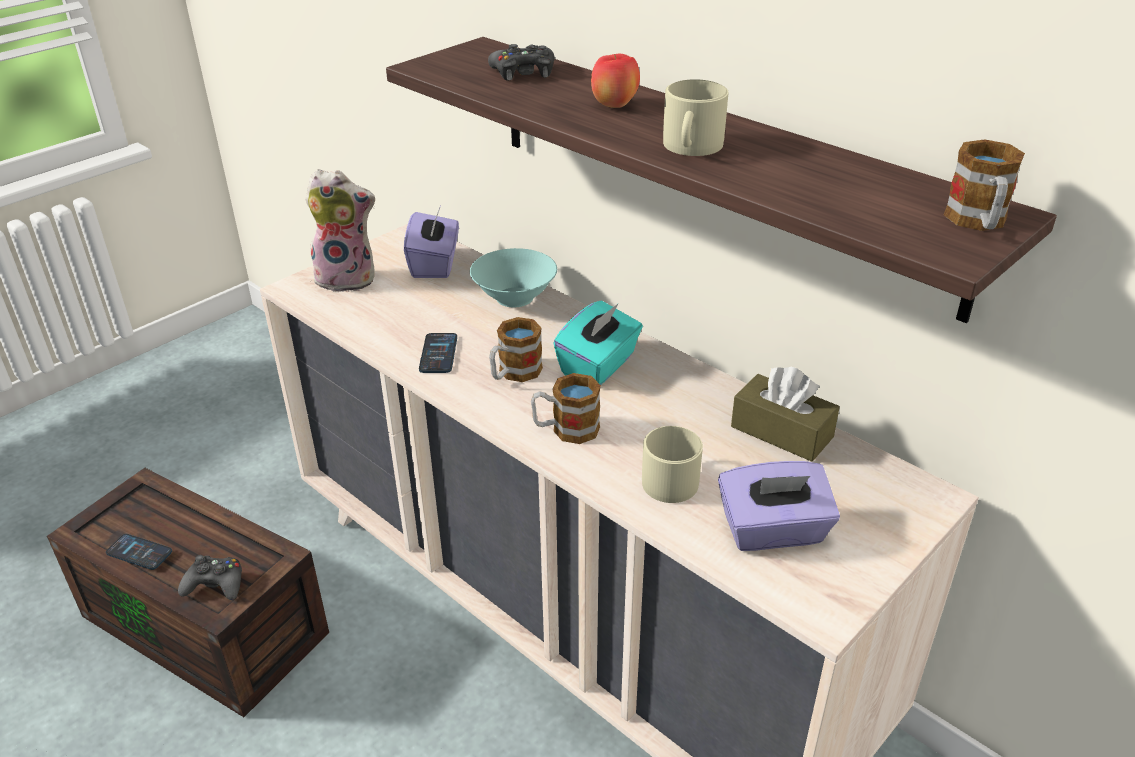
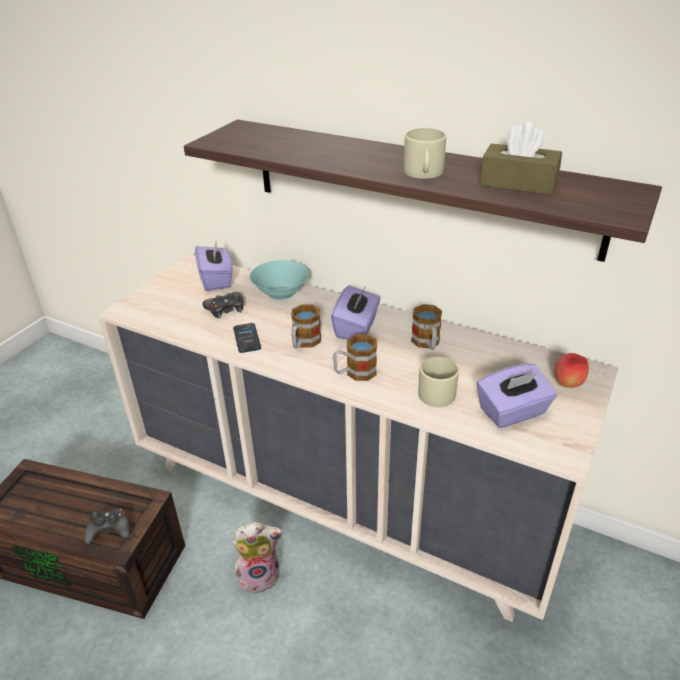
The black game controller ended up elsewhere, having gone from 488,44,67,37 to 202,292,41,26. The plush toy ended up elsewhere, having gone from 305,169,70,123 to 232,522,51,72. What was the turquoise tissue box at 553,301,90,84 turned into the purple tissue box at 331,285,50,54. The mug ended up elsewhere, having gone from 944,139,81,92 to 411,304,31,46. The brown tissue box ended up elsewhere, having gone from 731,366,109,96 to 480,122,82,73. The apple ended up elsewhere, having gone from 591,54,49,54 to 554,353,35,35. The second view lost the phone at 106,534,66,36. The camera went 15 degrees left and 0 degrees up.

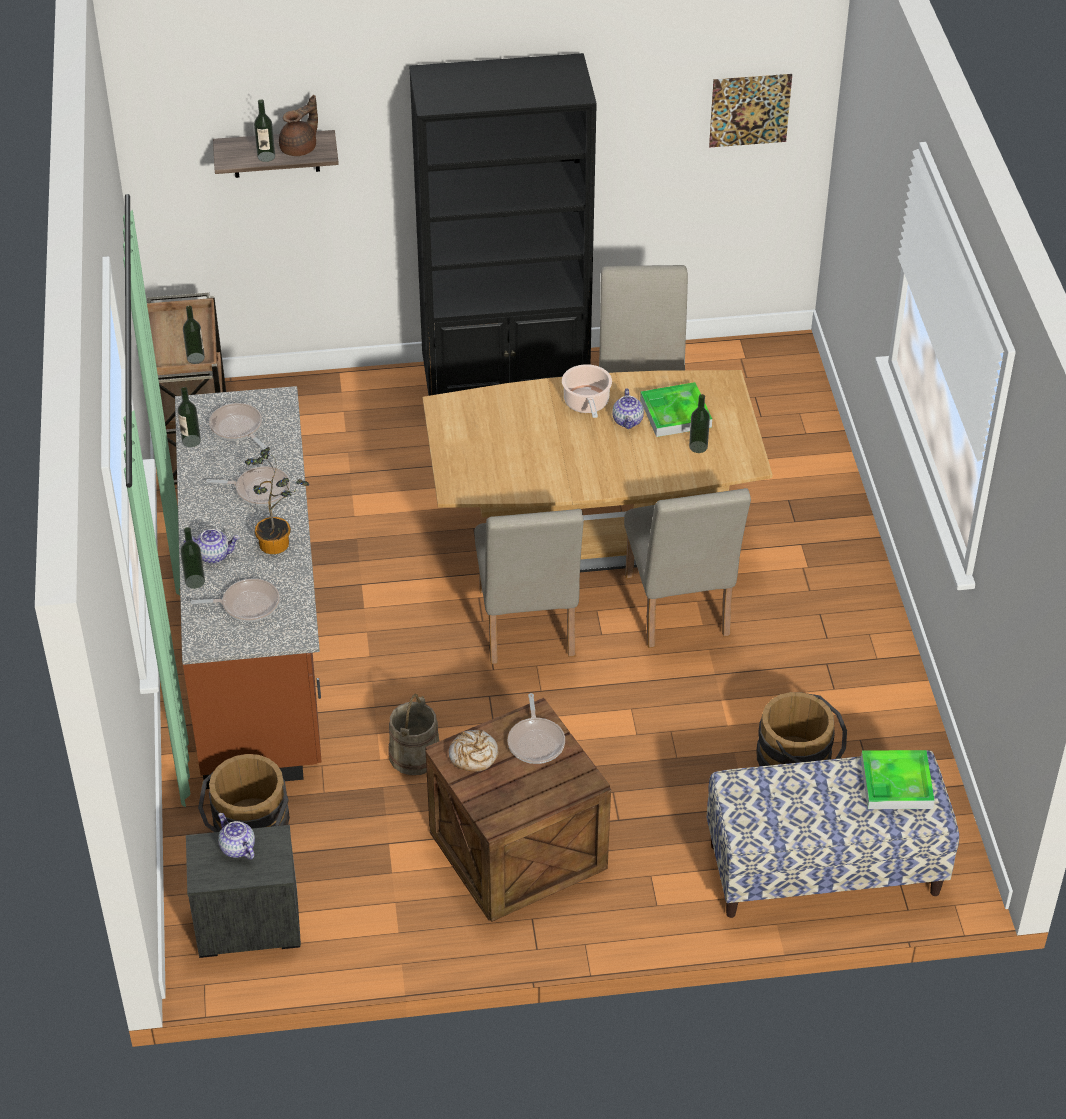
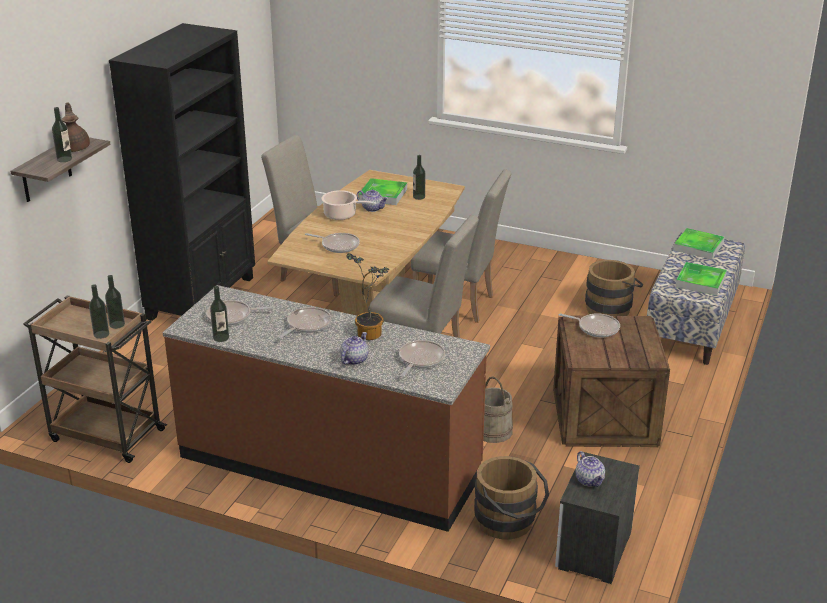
The bottle ended up elsewhere, having gone from 180,527,25,62 to 89,284,20,55. The second view gained the frying pan at 305,233,55,20. The teapot at 218,813,37,47 ended up facing another way, 105 degrees counterclockwise from before. The second view gained the tray at 675,262,52,34. The second view lost the bread at 449,730,49,42. The second view lost the picture at 709,74,83,74. The camera went 60 degrees left and 15 degrees down.

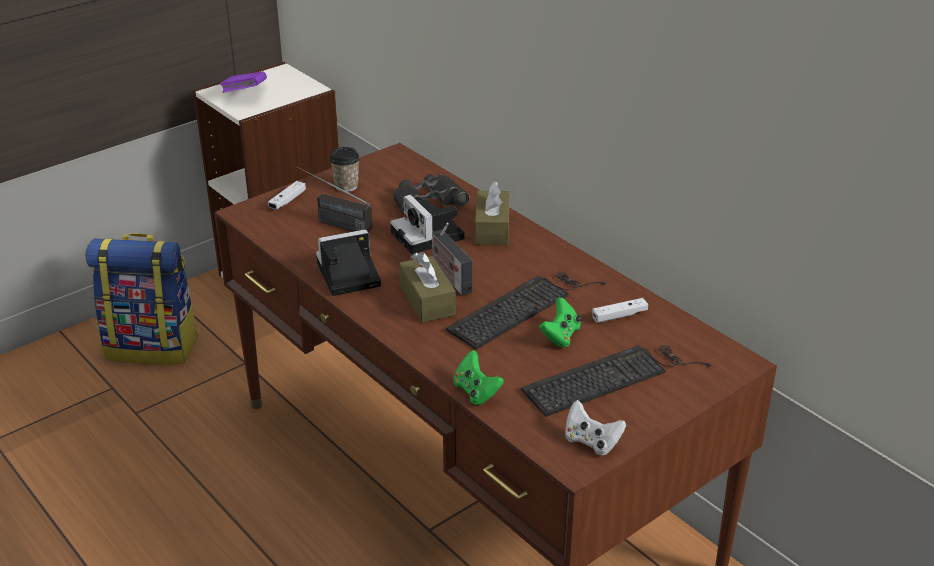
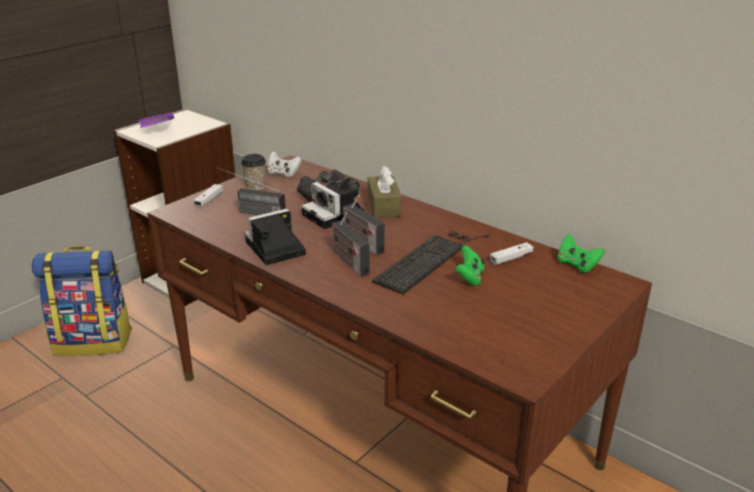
The white game controller ended up elsewhere, having gone from 565,400,61,56 to 268,151,34,27. Where the brown tissue box stood at 399,252,57,70, the radio came to stand at 332,213,38,64. The green game controller ended up elsewhere, having gone from 453,350,51,55 to 558,234,47,39. The second view lost the keyboard at 521,345,191,72. The camera went 10 degrees left and 5 degrees down.

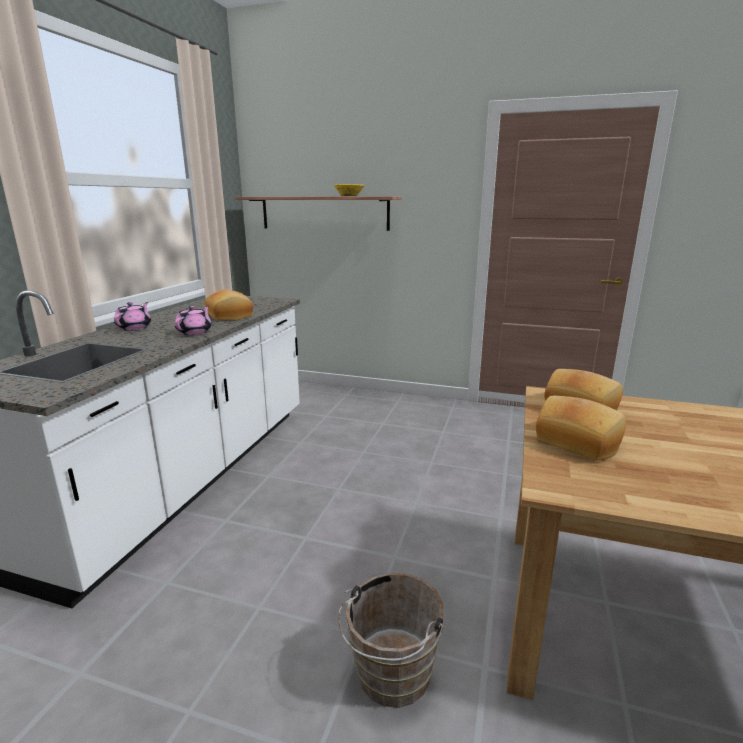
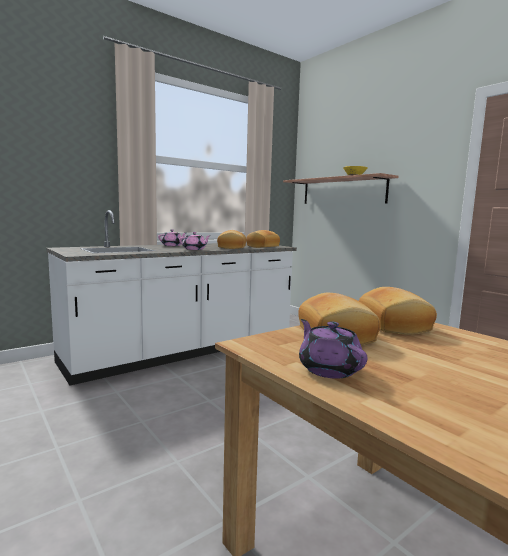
The second view gained the bread at 246,230,34,18. The second view gained the purple teapot at 299,319,68,60. The second view lost the brown bucket at 338,573,106,135. The camera went 35 degrees right and 10 degrees down.

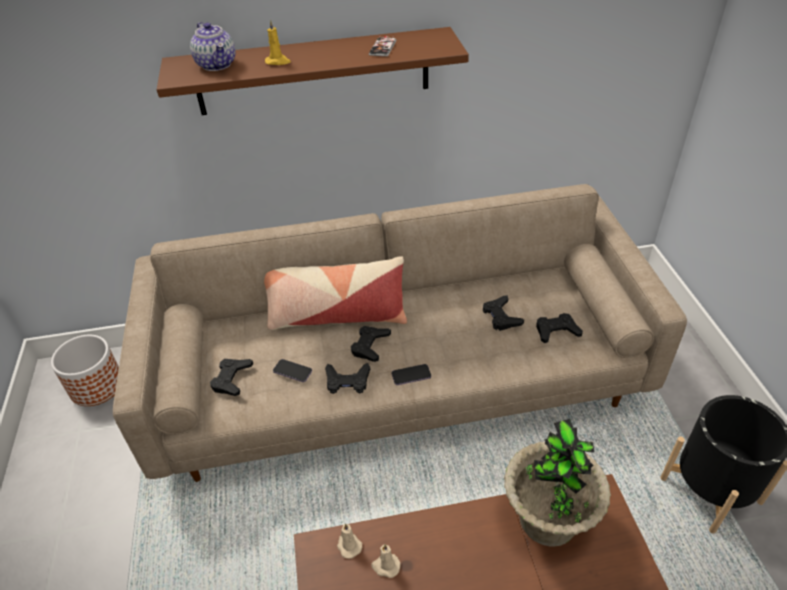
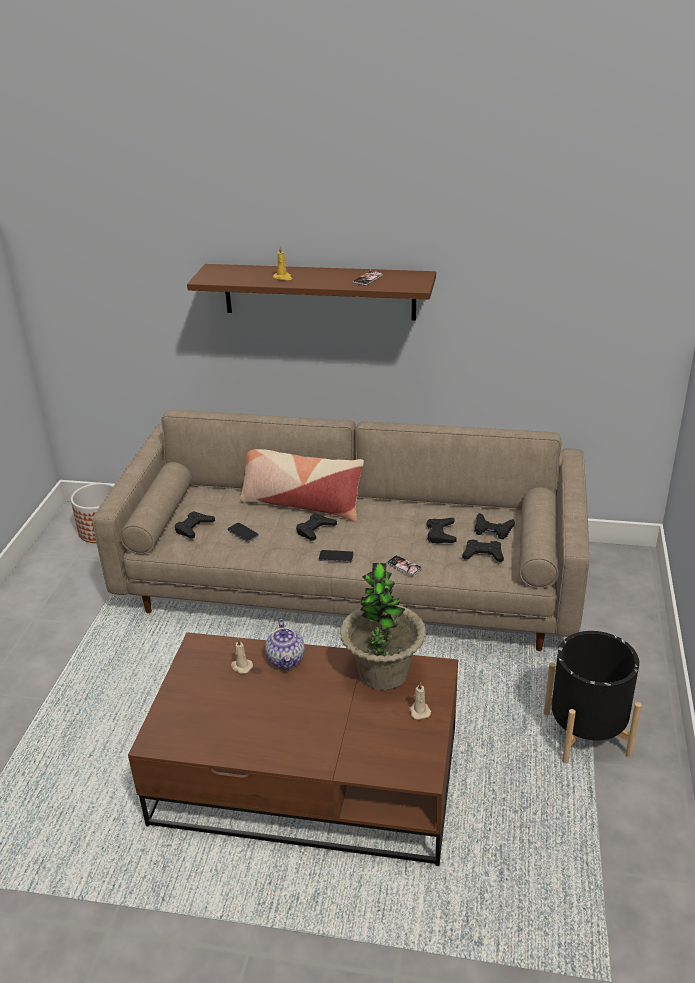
The teapot ended up elsewhere, having gone from 190,22,46,49 to 265,619,40,51. The second view gained the phone at 386,555,36,21. The beige candle ended up elsewhere, having gone from 337,523,25,36 to 409,682,22,38. The black game controller ended up elsewhere, having gone from 325,363,45,31 to 475,513,40,26. The camera went 20 degrees right and 10 degrees down.

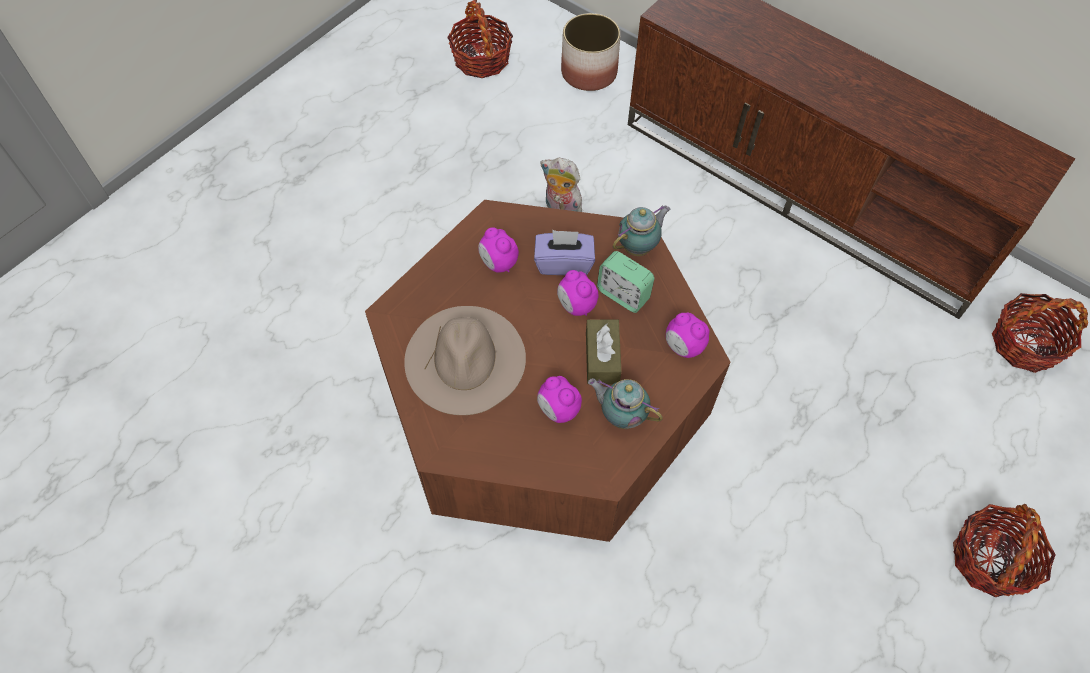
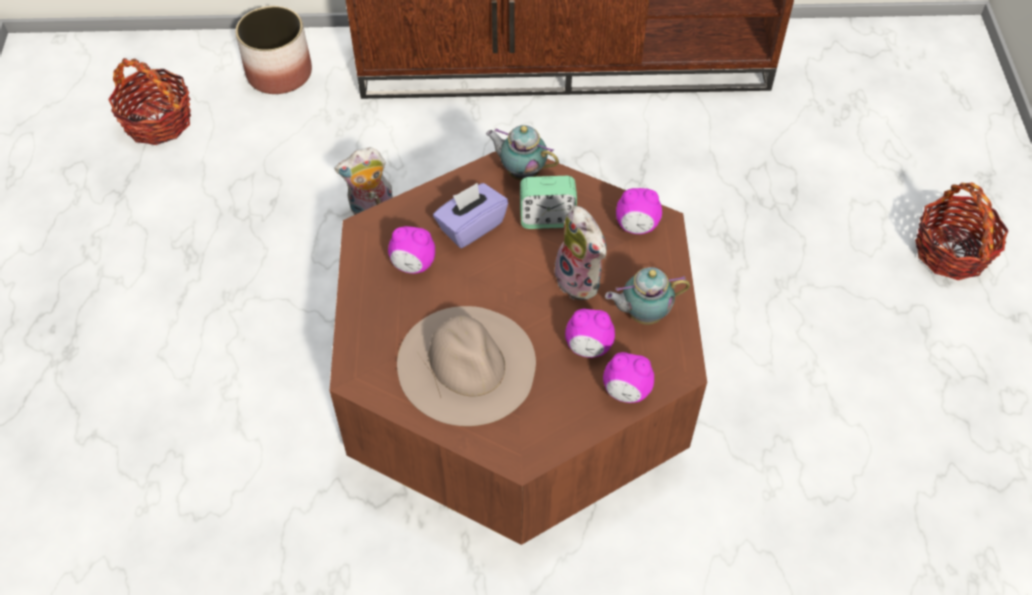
The teapot at 613,205,57,51 ended up facing another way, 75 degrees counterclockwise from before. Where the brown tissue box stood at 586,319,35,65, the plush toy came to stand at 552,206,55,94. The alarm clock ended up elsewhere, having gone from 557,270,41,46 to 603,352,51,51. The second view lost the basket at 992,293,96,80. The camera went 40 degrees left and 5 degrees down.

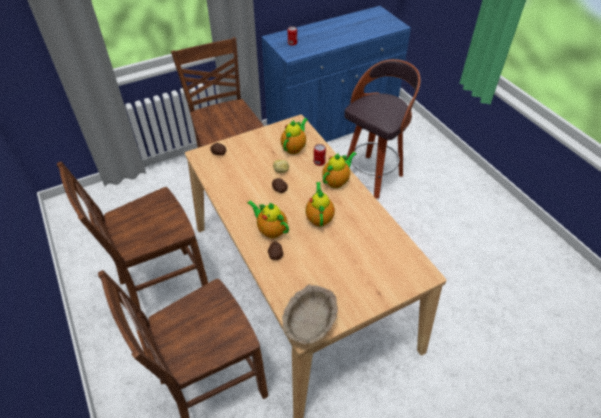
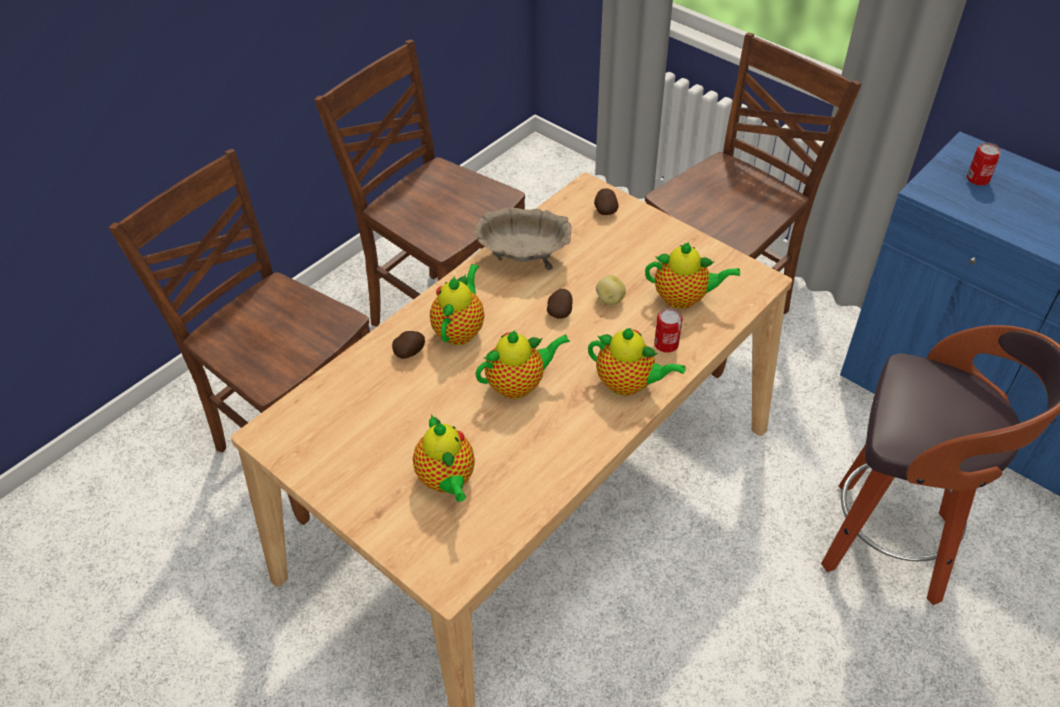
The second view gained the teapot at 413,414,62,88. The beige bowl ended up elsewhere, having gone from 282,285,56,59 to 474,208,98,63. The camera went 70 degrees right and 0 degrees up.

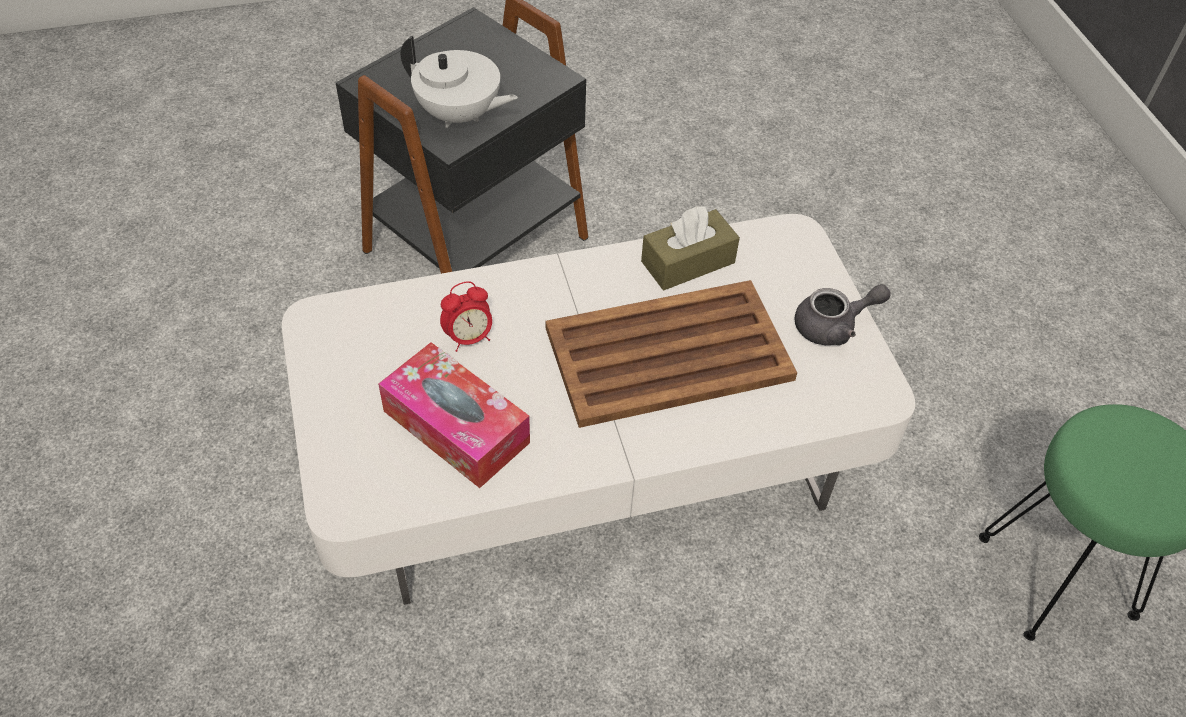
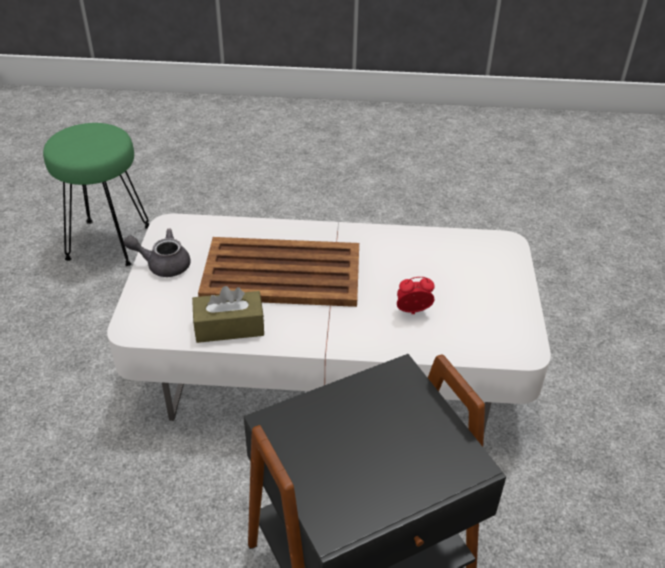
The second view lost the tissue box at 378,342,152,146. The second view lost the white teapot at 401,36,117,92. The camera went 160 degrees left and 10 degrees down.

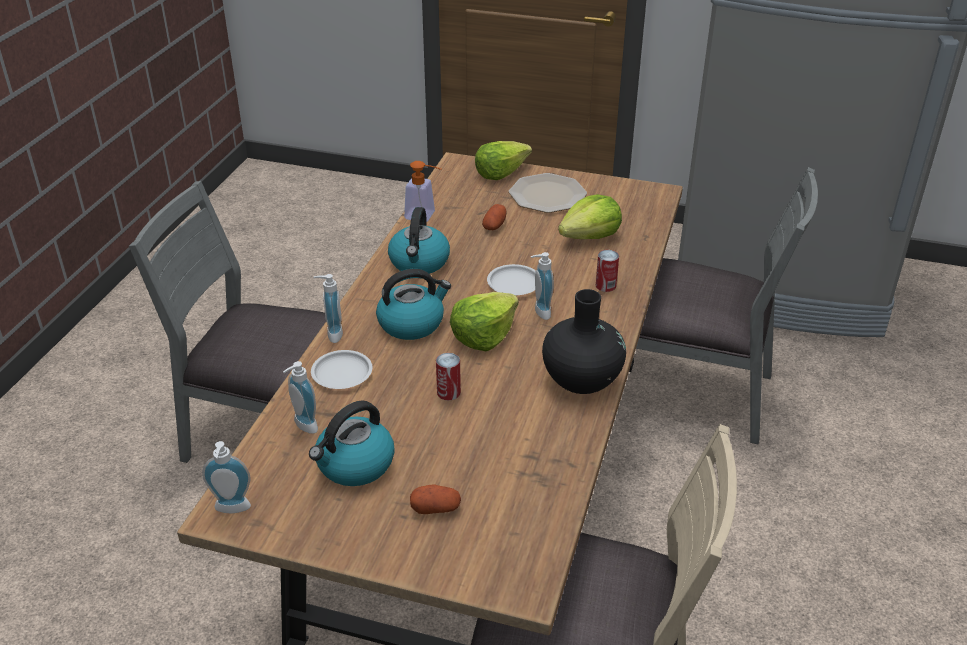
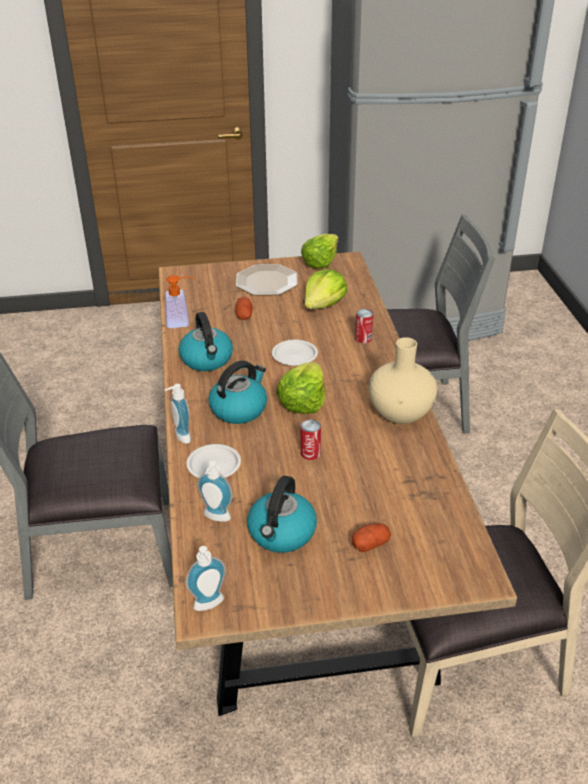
The lettuce ended up elsewhere, having gone from 475,141,57,39 to 301,234,38,35. What was the black vase at 542,289,84,105 turned into the beige vase at 369,337,68,87. The second view lost the soap dispenser at 531,252,23,68. The camera went 25 degrees left and 0 degrees up.

